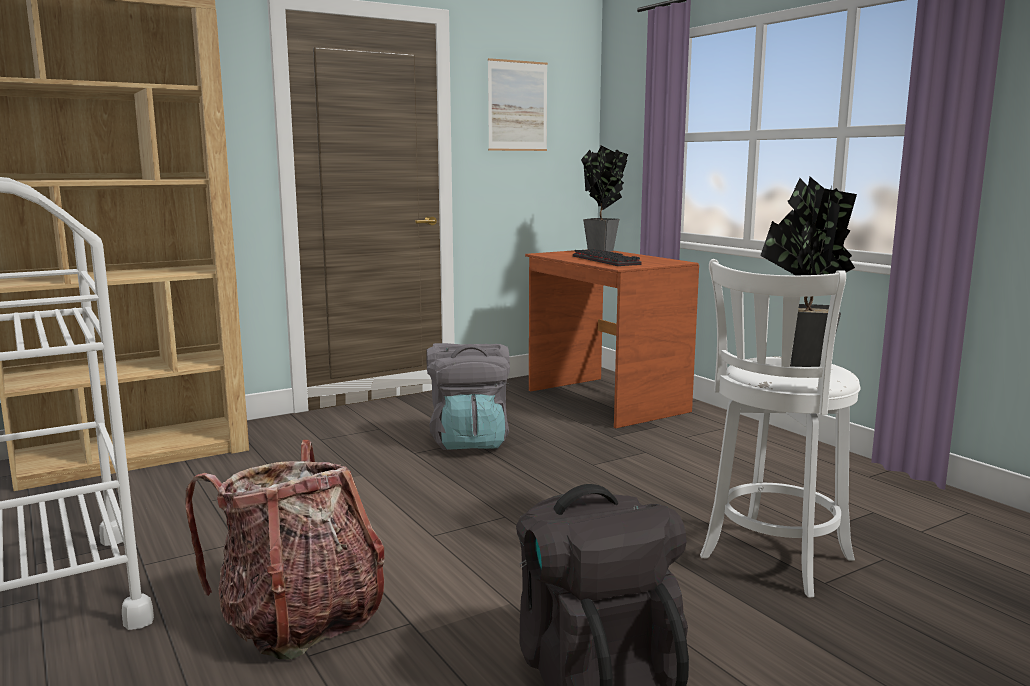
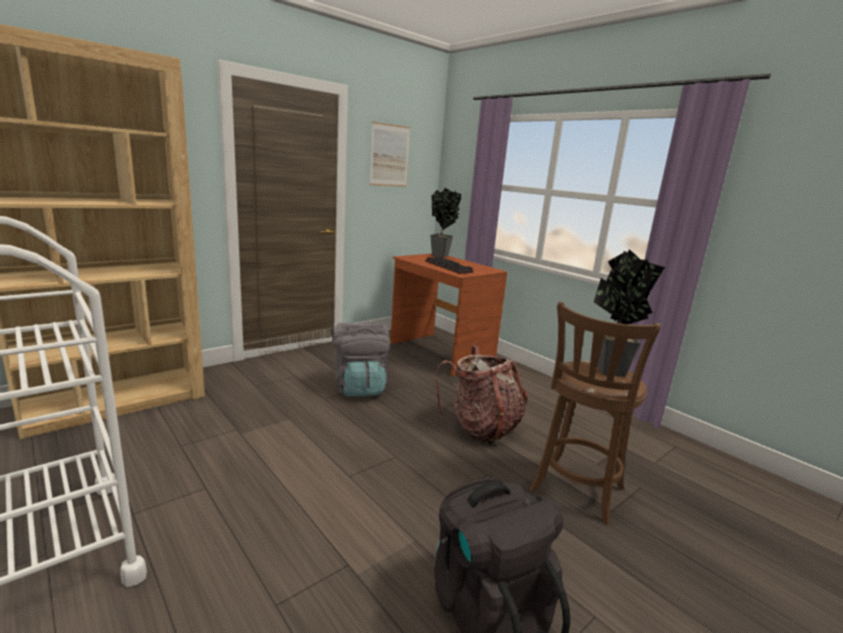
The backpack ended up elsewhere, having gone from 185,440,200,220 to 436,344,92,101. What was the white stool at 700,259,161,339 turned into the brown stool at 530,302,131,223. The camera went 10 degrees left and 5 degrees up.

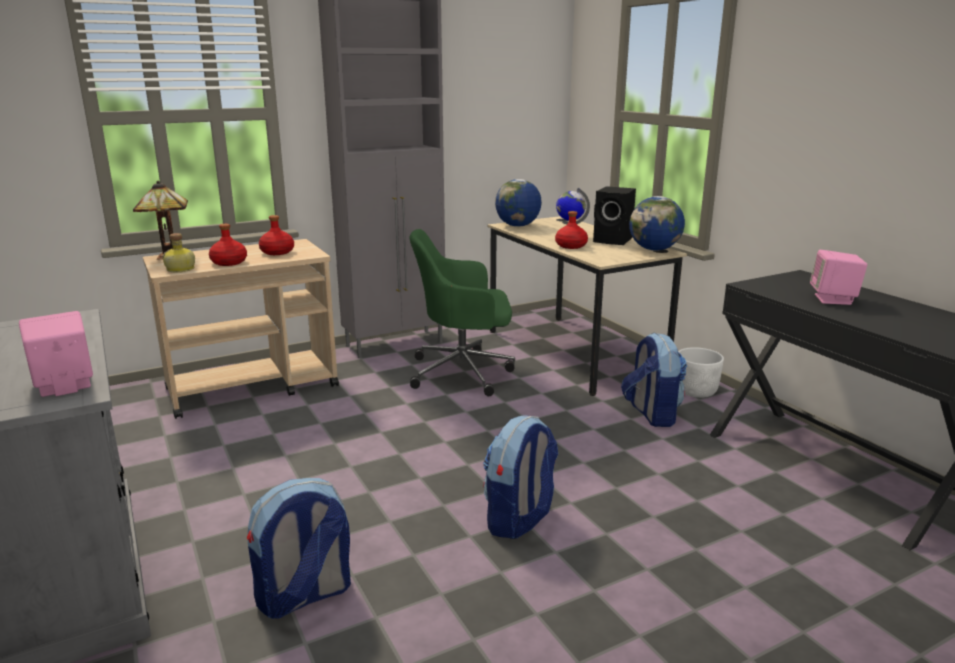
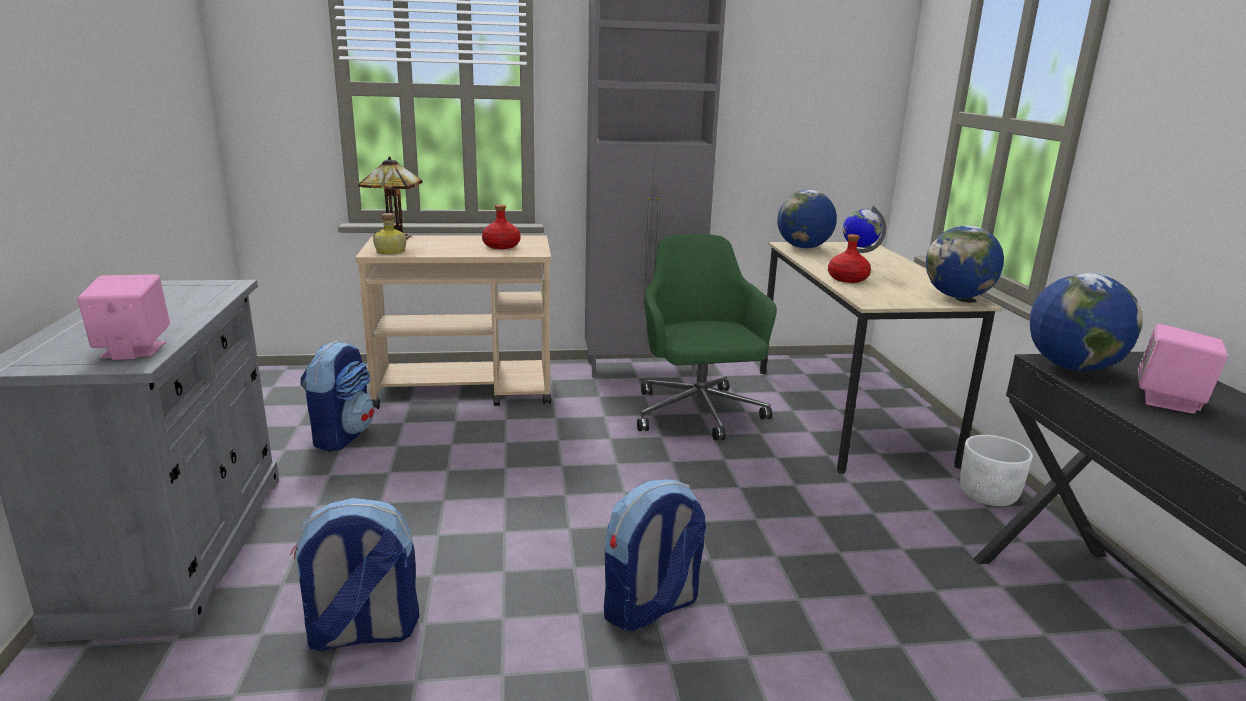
The backpack ended up elsewhere, having gone from 621,332,66,95 to 300,341,74,111. The green office chair at 409,229,106,167 ended up facing another way, 60 degrees clockwise from before. The second view gained the globe at 1030,273,112,98. The second view lost the red bottle at 209,224,38,42. The second view lost the black speaker at 593,186,43,59. The camera went 20 degrees right and 0 degrees up.

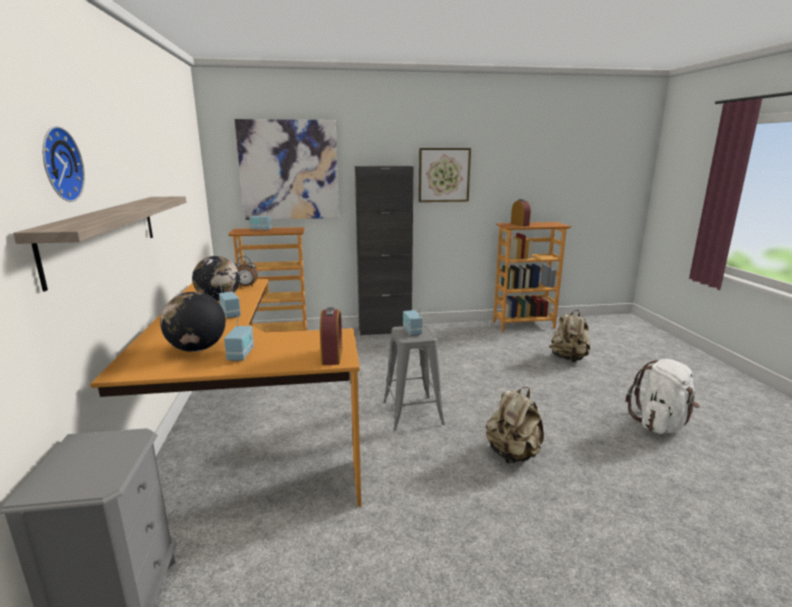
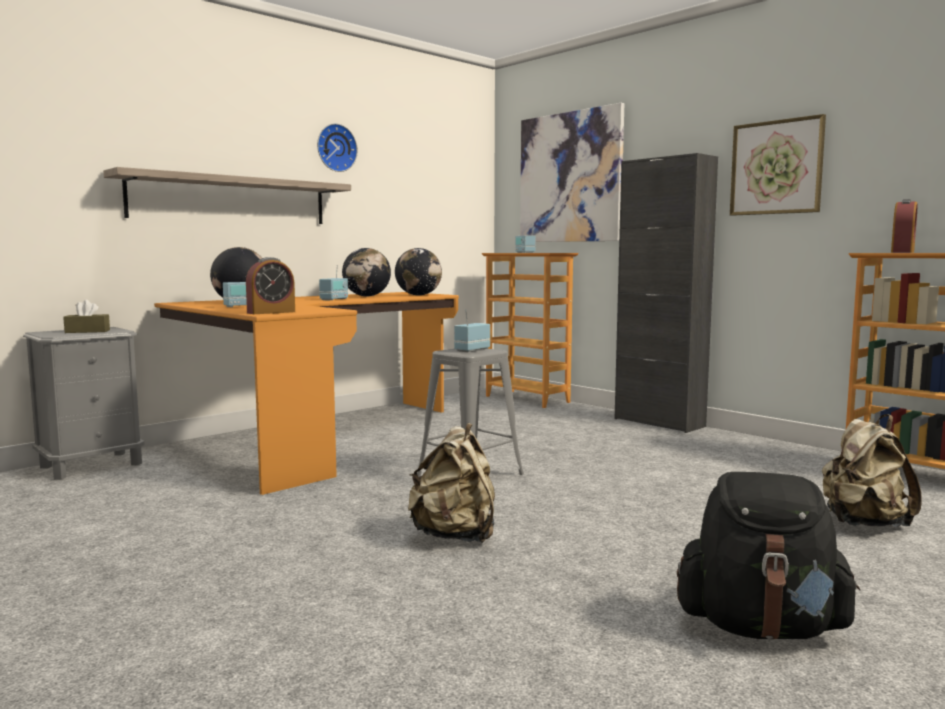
The second view gained the brown tissue box at 63,300,47,33. The wall clock ended up elsewhere, having gone from 43,126,42,76 to 317,123,41,49. Where the alarm clock stood at 234,257,24,30, the globe came to stand at 395,248,47,48. What was the white backpack at 625,359,75,75 turned into the black backpack at 677,472,183,167. The camera went 55 degrees right and 10 degrees down.

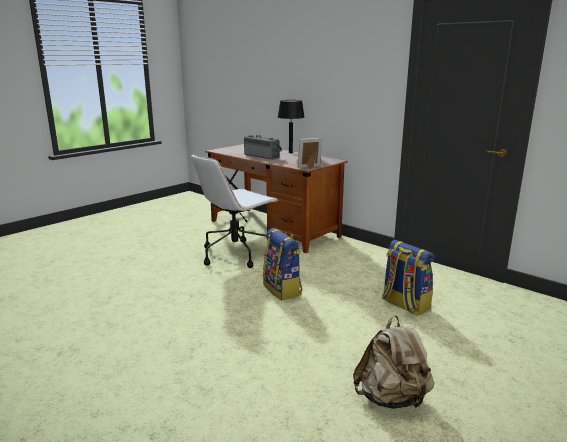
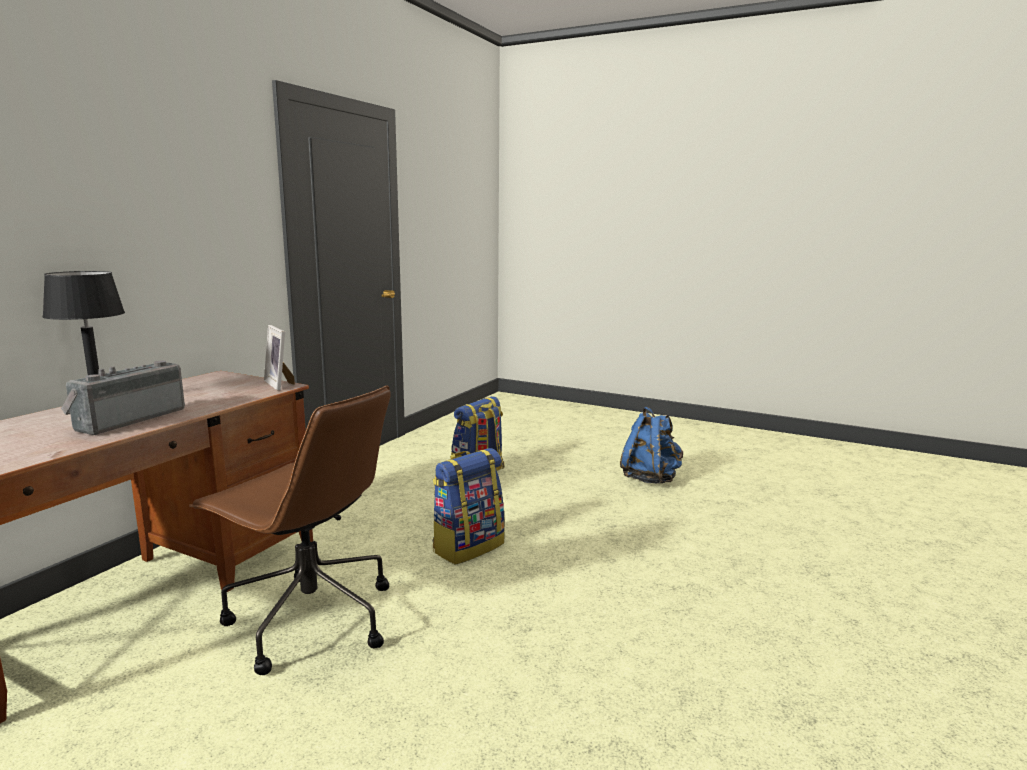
What was the white office chair at 191,154,87,114 turned into the brown office chair at 189,386,202,289. What was the beige backpack at 353,316,81,93 turned into the blue backpack at 620,407,63,77. The camera went 105 degrees left and 5 degrees down.

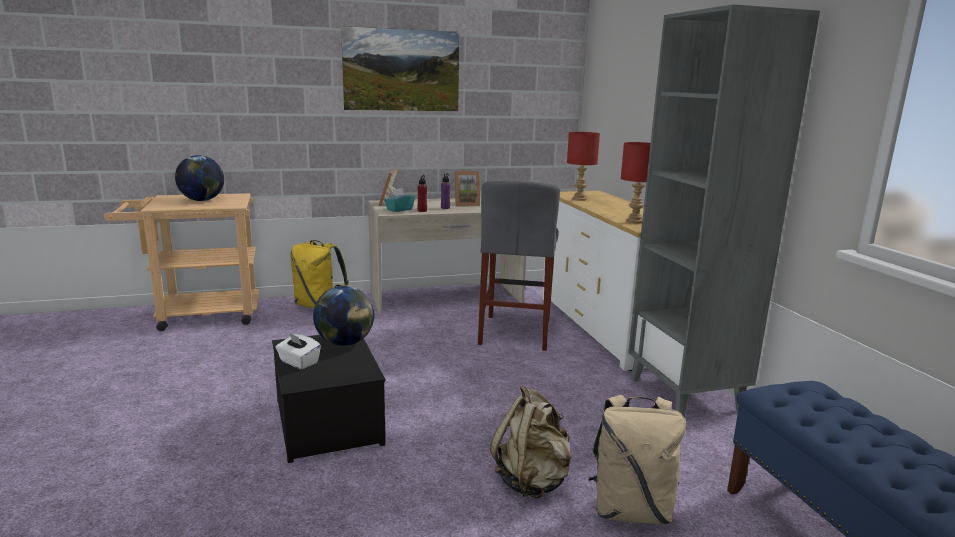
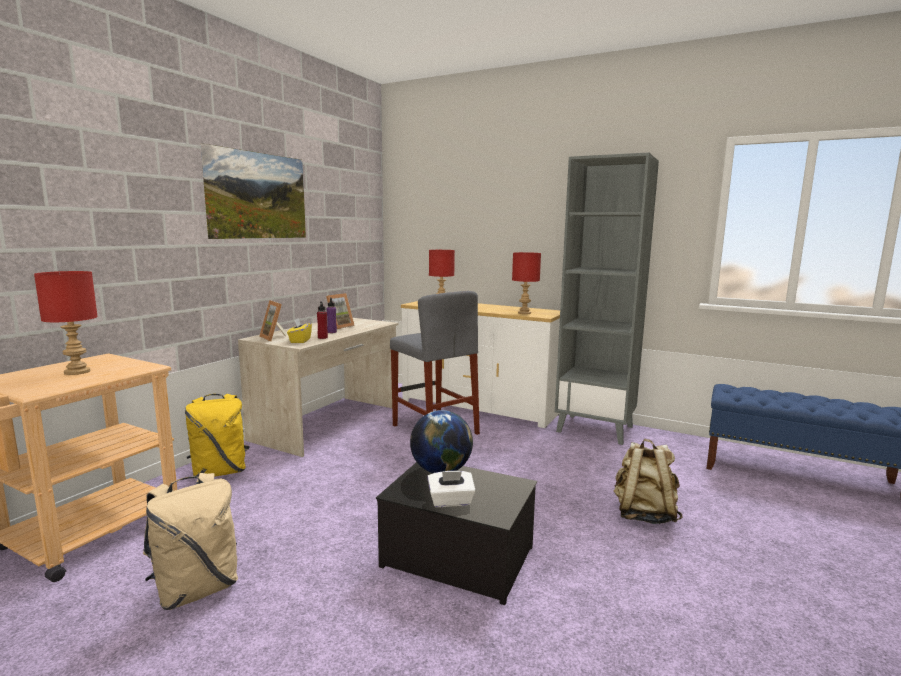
Where the globe stood at 175,155,49,46, the red table lamp came to stand at 34,271,64,104. The beige backpack ended up elsewhere, having gone from 588,395,98,129 to 143,473,95,137. What was the turquoise tissue box at 384,188,31,24 turned into the yellow tissue box at 287,318,25,25. The camera went 45 degrees left and 5 degrees down.

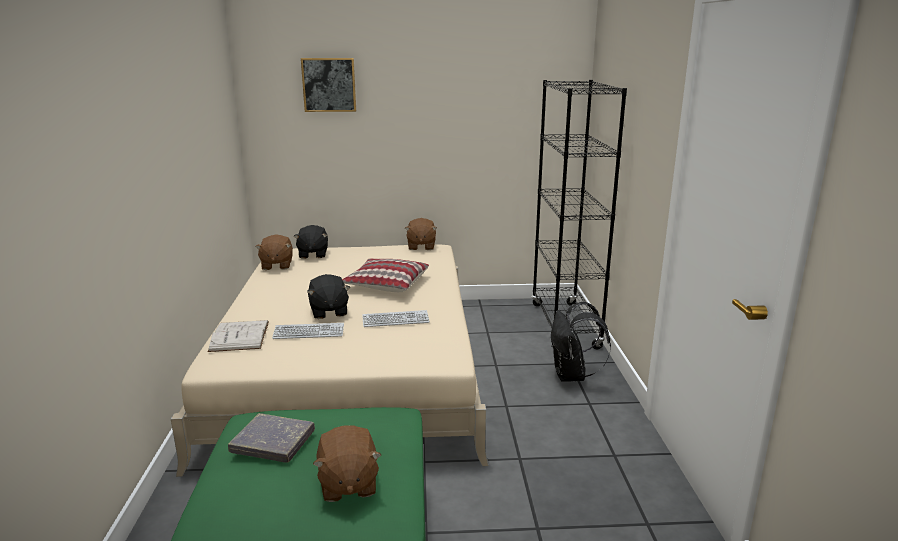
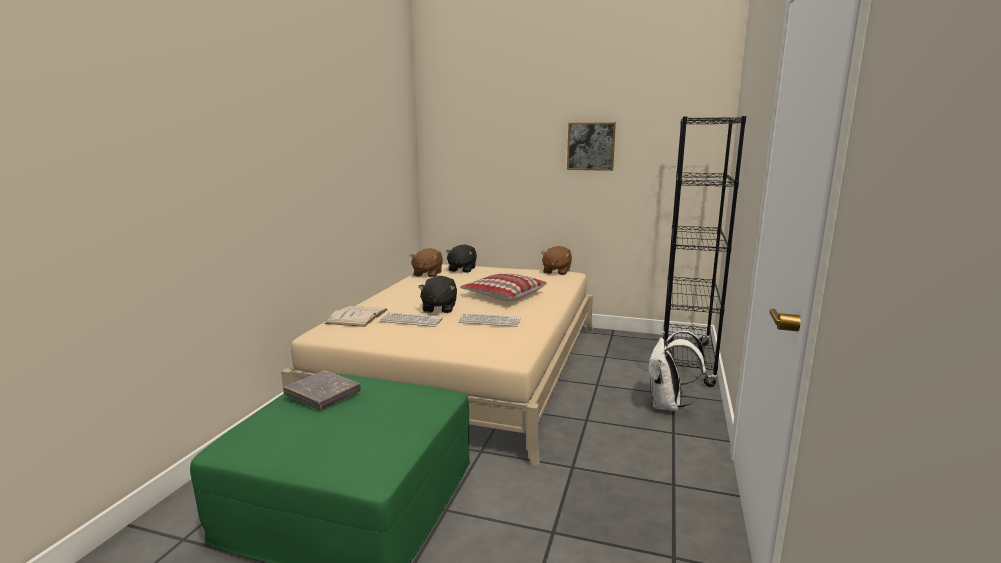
The picture ended up elsewhere, having gone from 301,58,55,54 to 567,122,49,49. What was the black backpack at 551,302,60,80 turned into the white backpack at 648,331,59,80. The second view lost the brown plush toy at 313,425,68,77. The camera went 20 degrees right and 5 degrees down.

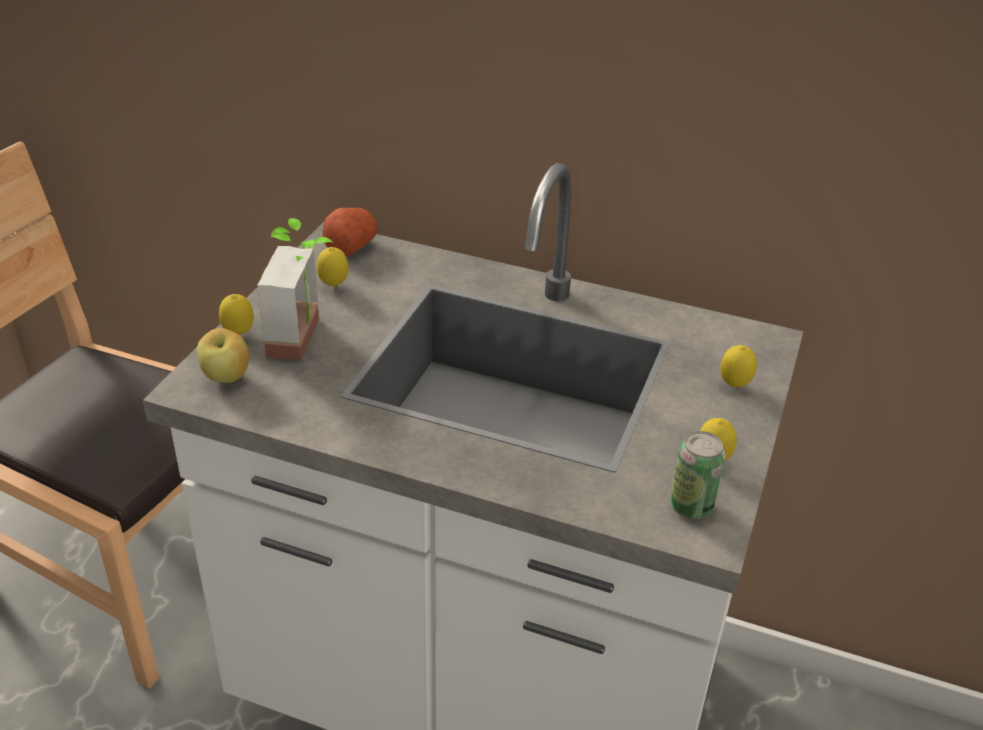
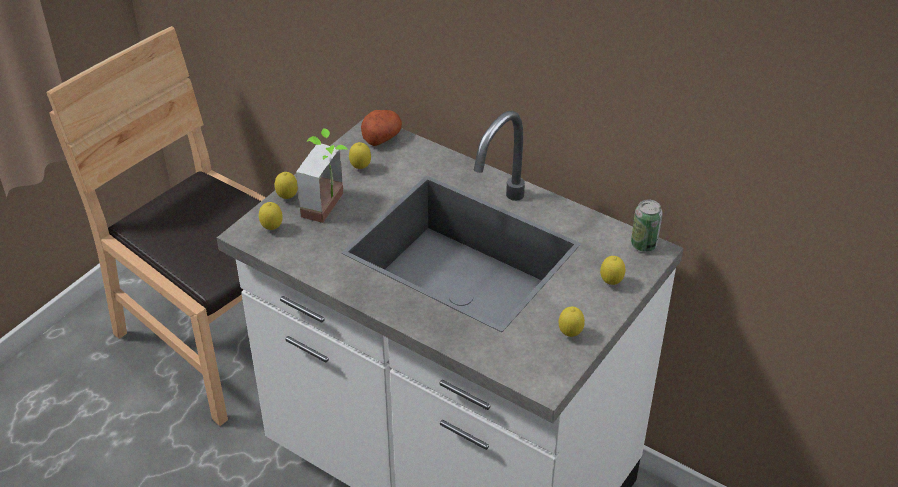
Where the apple stood at 197,328,53,55, the lemon came to stand at 259,202,24,28. The can ended up elsewhere, having gone from 670,431,55,88 to 631,199,32,53. The camera went 15 degrees right and 5 degrees up.

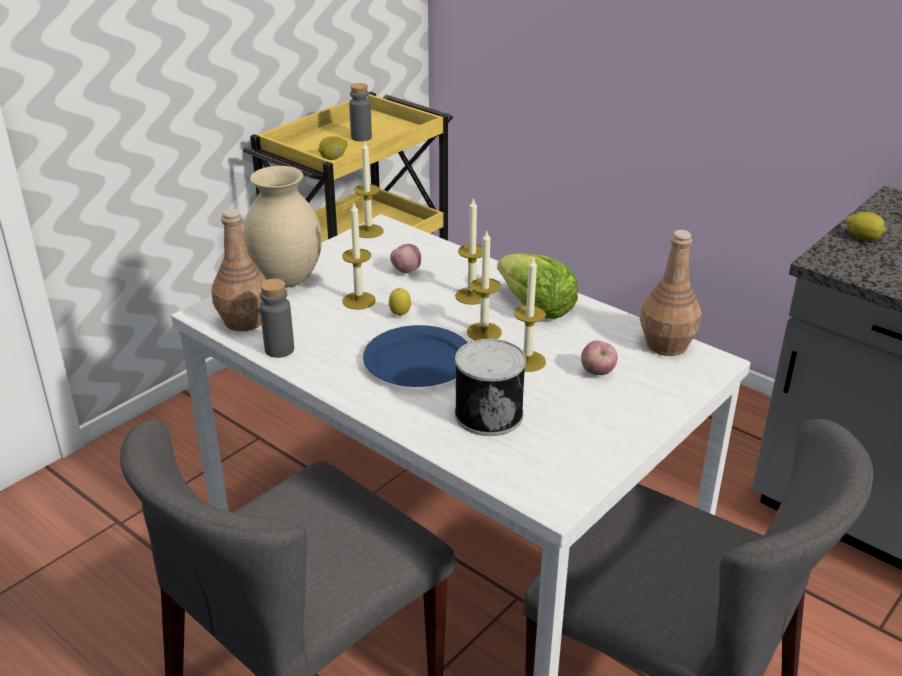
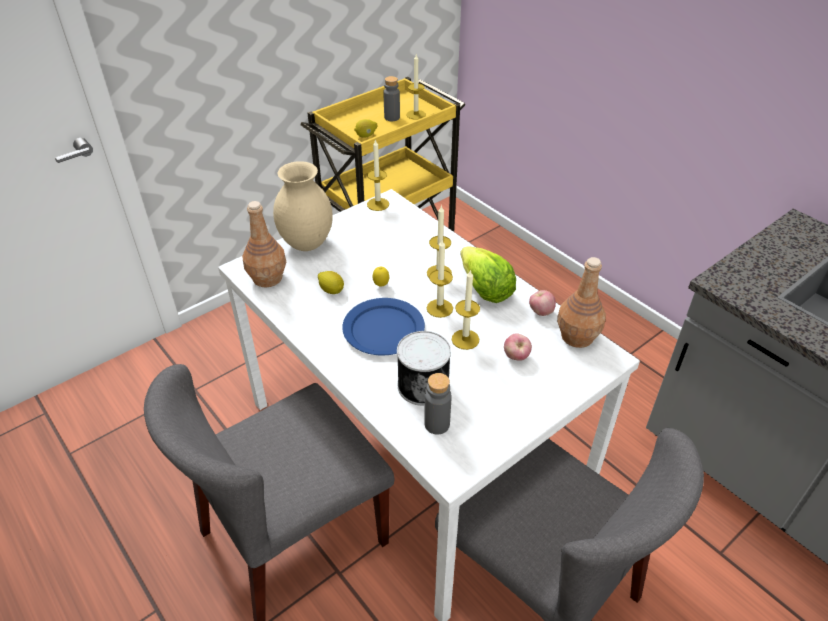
The lemon ended up elsewhere, having gone from 846,212,41,29 to 318,271,26,23. The candle ended up elsewhere, having gone from 342,201,34,109 to 407,54,19,66. The grey bottle ended up elsewhere, having gone from 260,279,34,79 to 424,373,27,62. The apple ended up elsewhere, having gone from 390,244,31,29 to 529,290,27,26. The camera went 10 degrees right and 10 degrees up.

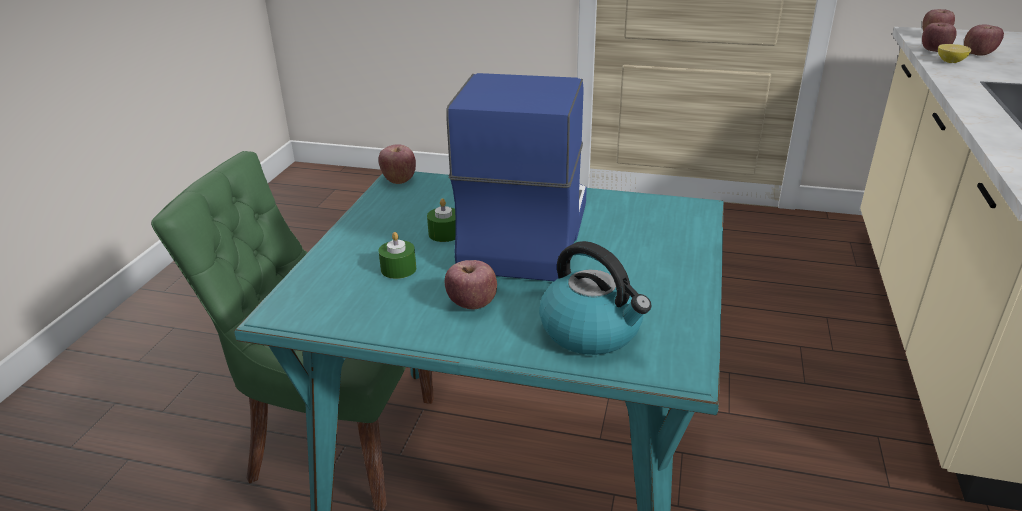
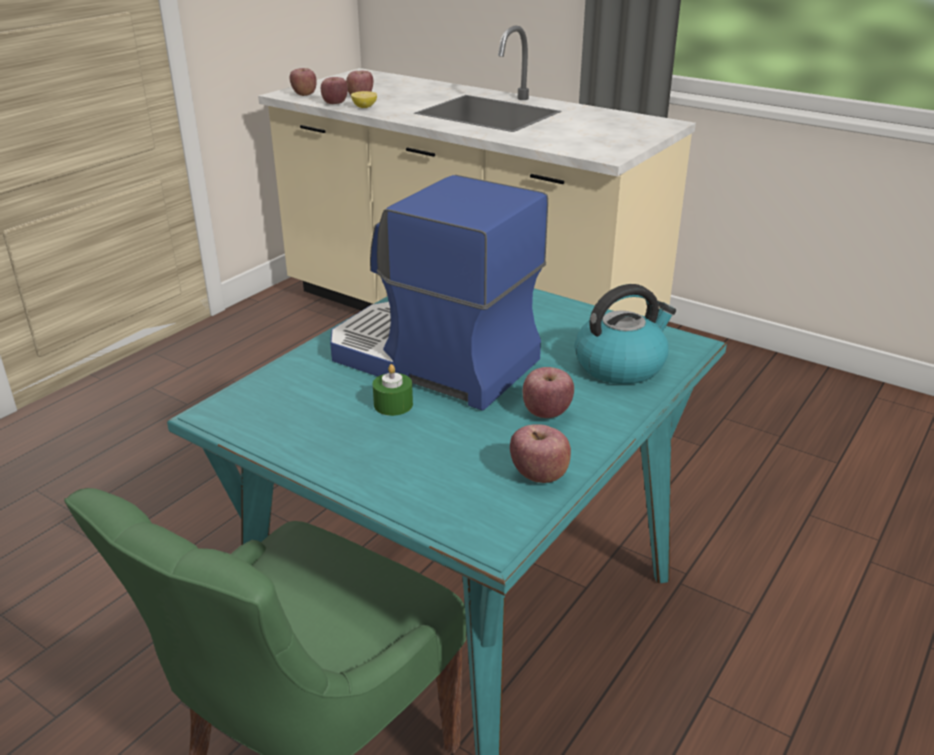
The apple ended up elsewhere, having gone from 378,144,38,40 to 510,424,61,59. The second view lost the green candle at 379,232,37,47. The camera went 70 degrees left and 0 degrees up.

